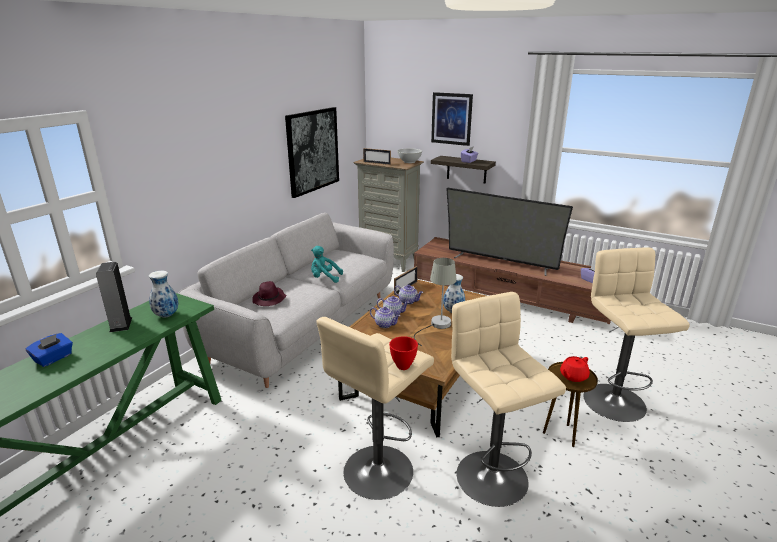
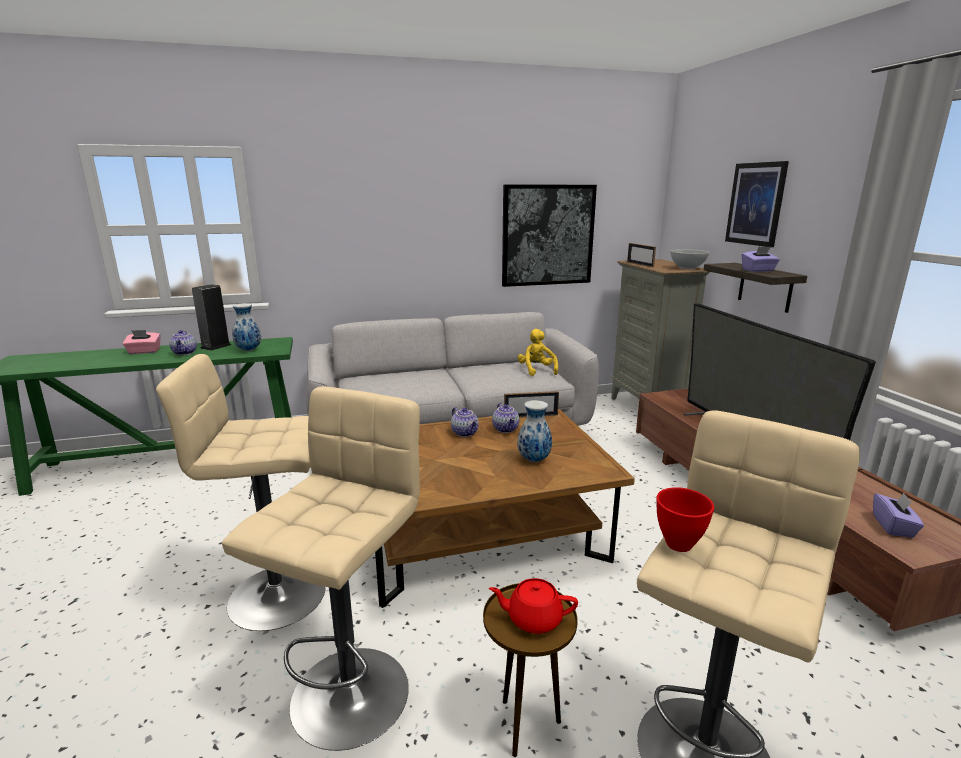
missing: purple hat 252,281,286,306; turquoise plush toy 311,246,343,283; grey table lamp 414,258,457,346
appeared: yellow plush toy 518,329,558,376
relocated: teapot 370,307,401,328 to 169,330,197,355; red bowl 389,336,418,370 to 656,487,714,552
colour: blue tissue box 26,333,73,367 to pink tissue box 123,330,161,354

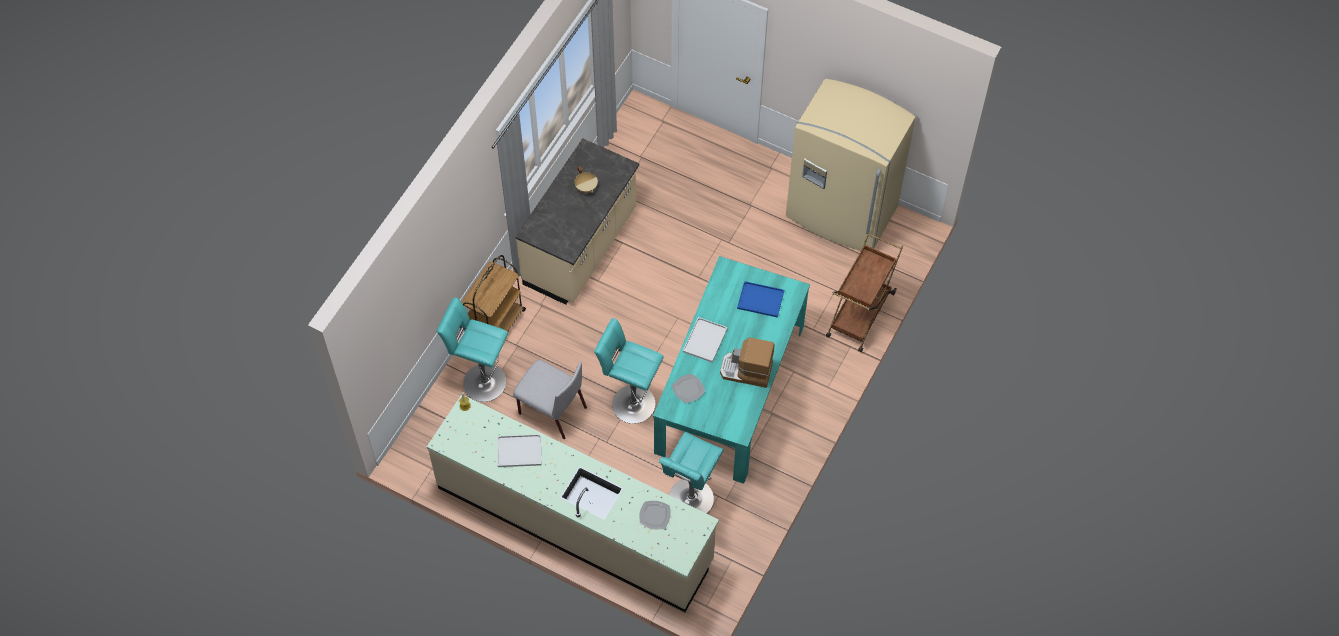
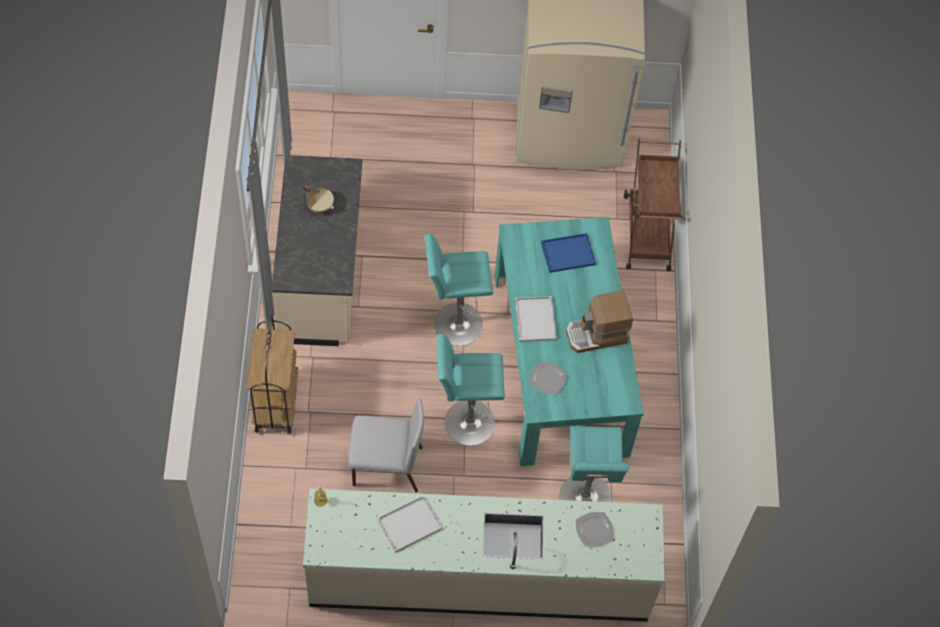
relocated: turquoise stool 436,297,508,402 to 425,234,493,346

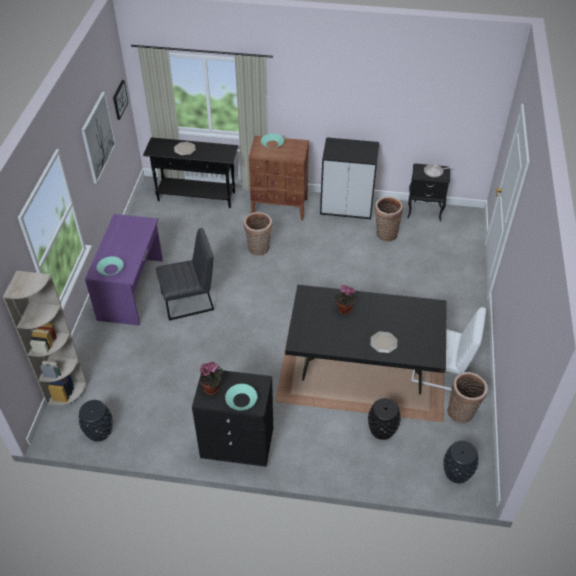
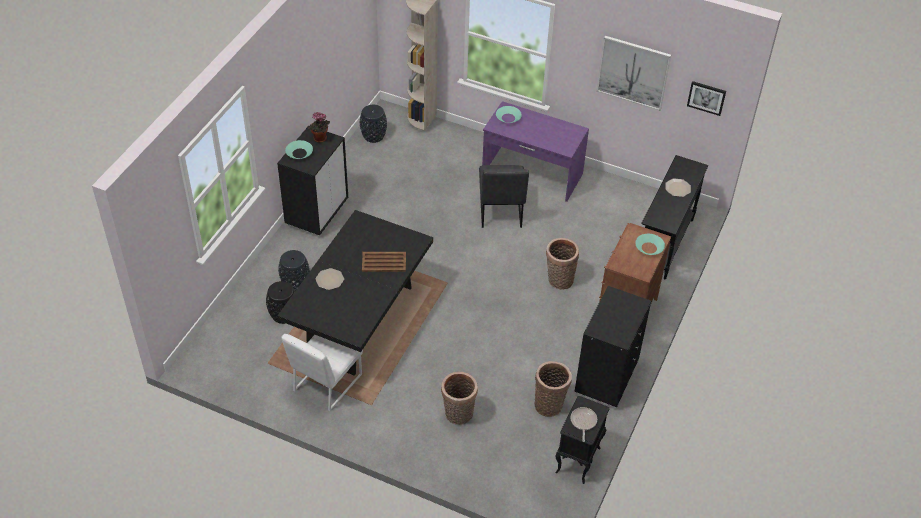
relocated: black stool 443,441,478,483 to 278,250,310,291; basket 447,372,488,423 to 441,372,478,425
exchanged: potted plant 334,285,358,314 to brown tray 362,252,406,272

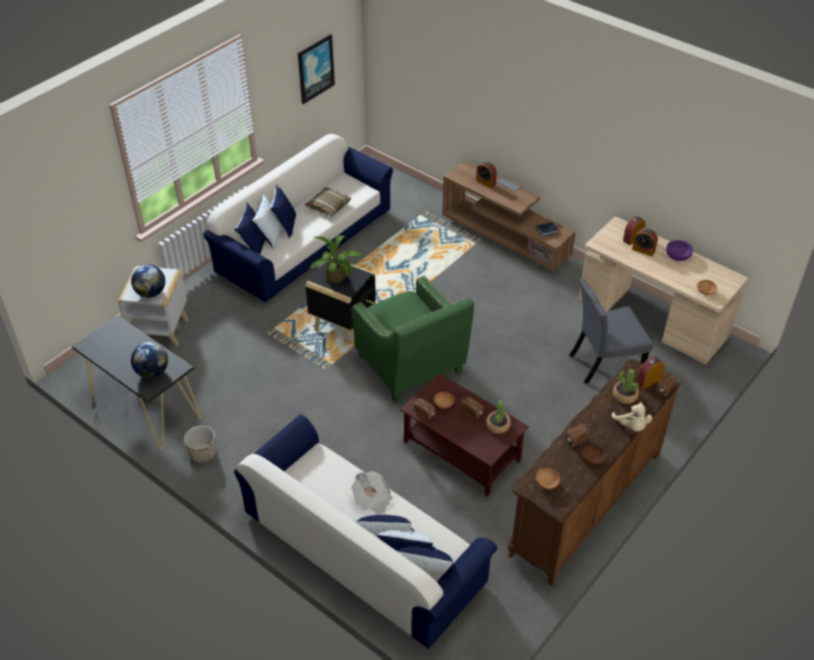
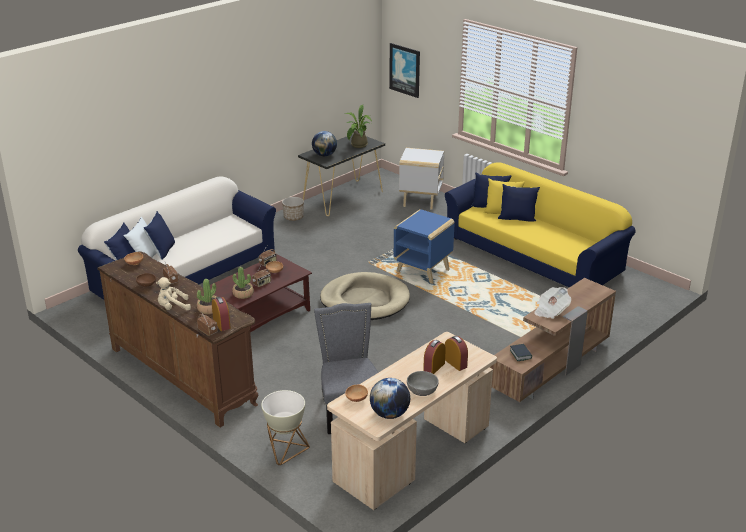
missing: pillow 305,187,352,217; alarm clock 476,161,497,188
appeared: planter 261,390,310,465
relocated: potted plant 309,235,363,283 to 344,105,372,148; globe 131,264,165,298 to 370,378,410,419; picture 298,34,335,104 to 389,43,420,98; newspaper 351,471,393,515 to 534,287,571,319
exchanged: green armchair 352,276,474,403 to beige dog bed 320,272,410,320
colour: black side table 306,257,376,344 to blue side table 394,209,455,284; purple bowl 666,240,693,261 to grey bowl 407,371,439,396; white sofa 203,134,393,303 to yellow sofa 445,162,636,287

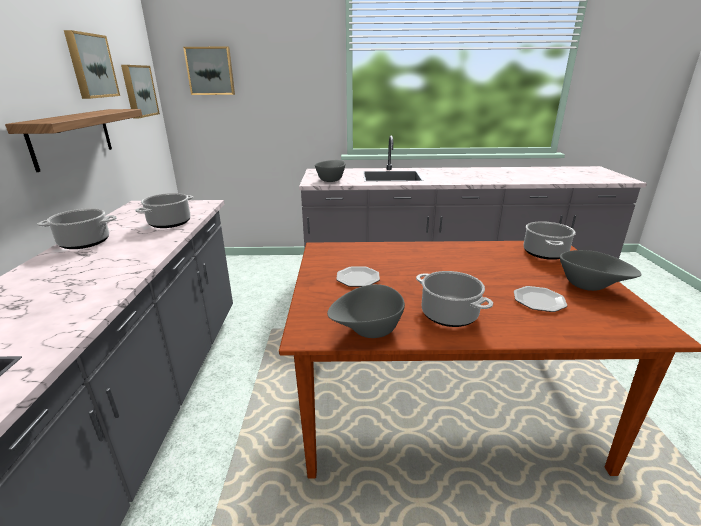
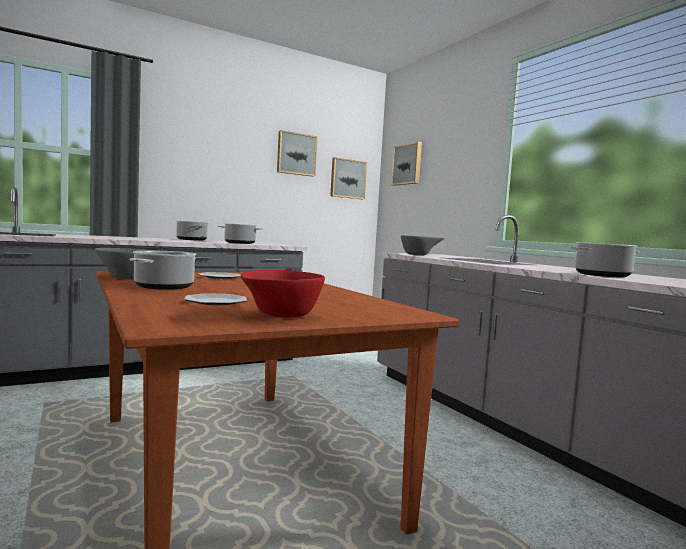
missing: shelf 5,109,142,172
relocated: cooking pot 524,221,576,260 to 571,242,640,277
colour: grey bowl 560,250,642,291 to red bowl 241,270,325,318

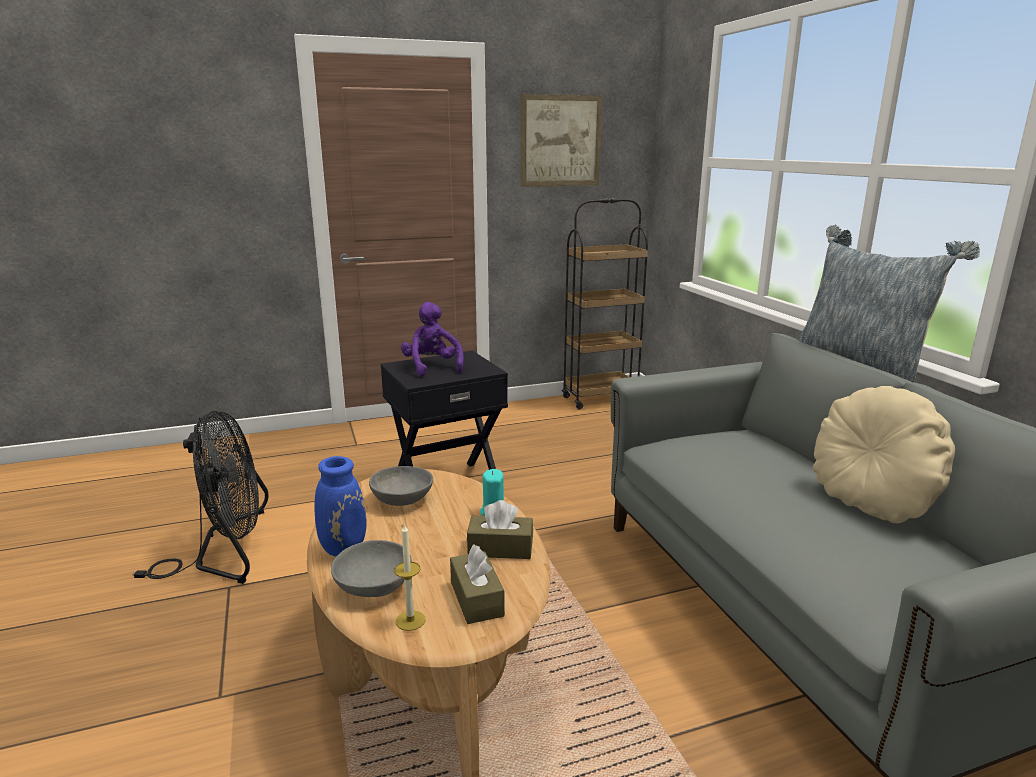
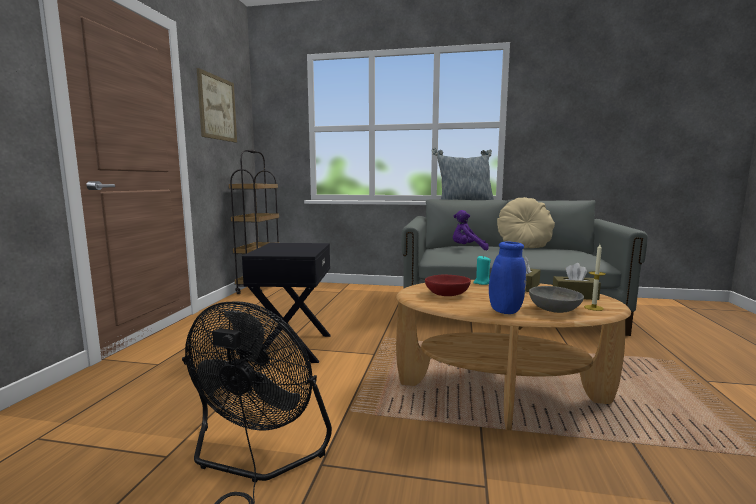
relocated: purple plush toy 401,302,464,376 to 453,210,489,250
colour: grey bowl 369,466,433,506 to red bowl 425,275,471,296

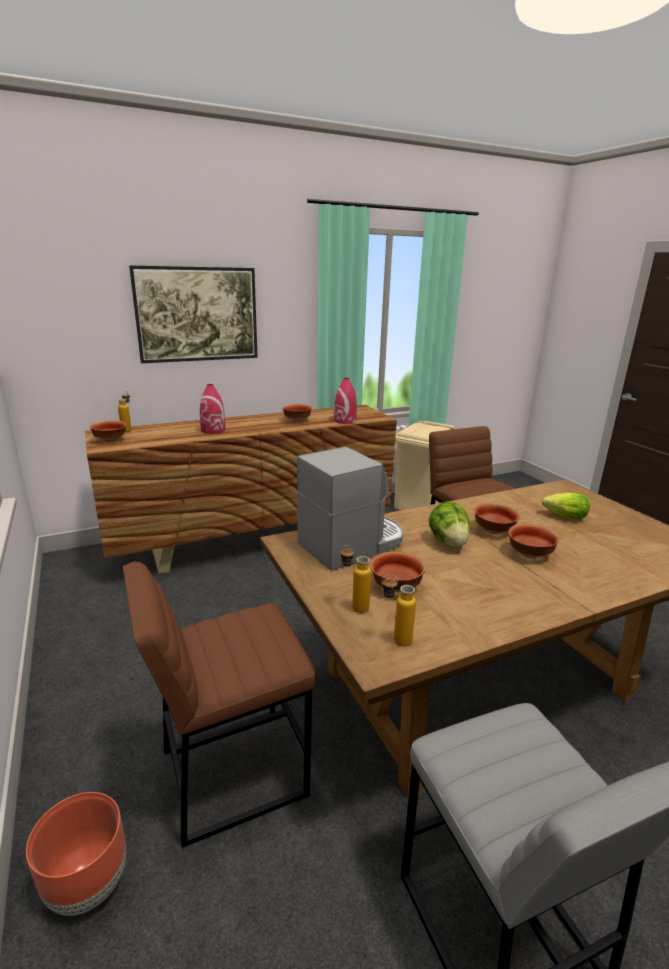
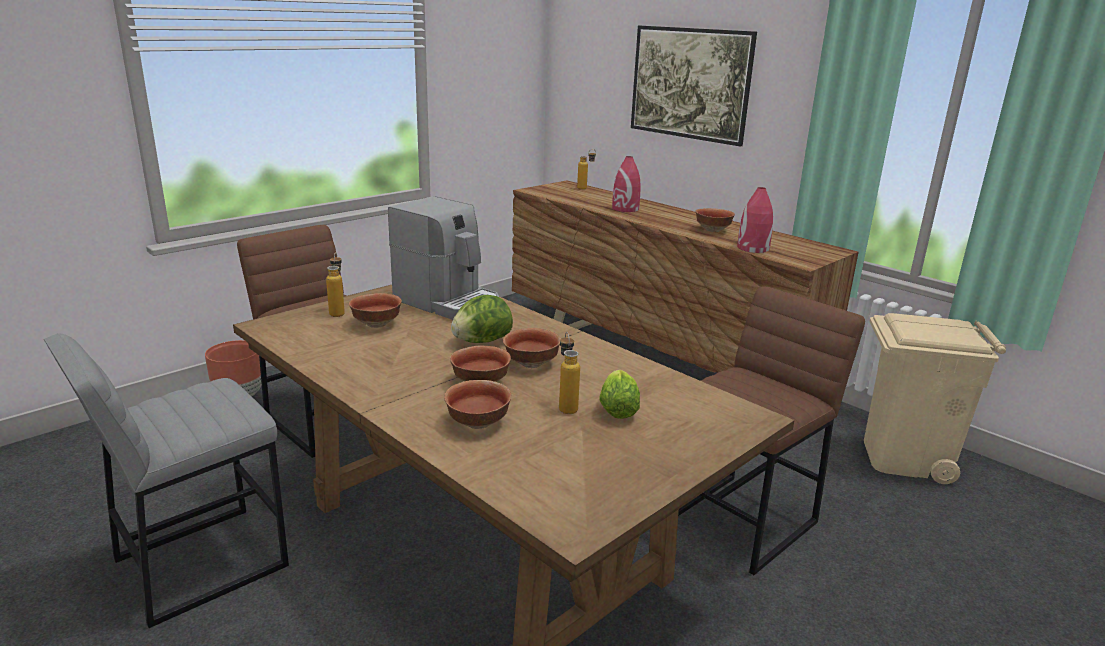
relocated: bowl 89,420,126,442 to 444,380,512,429; bottle 381,575,416,646 to 559,332,580,414

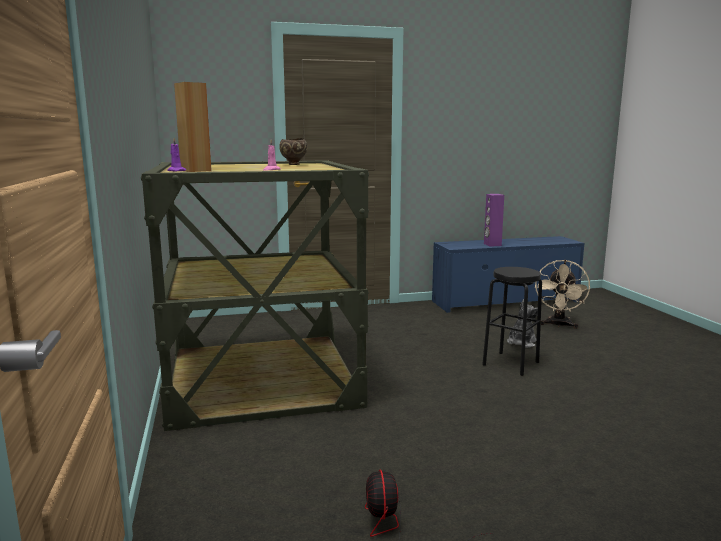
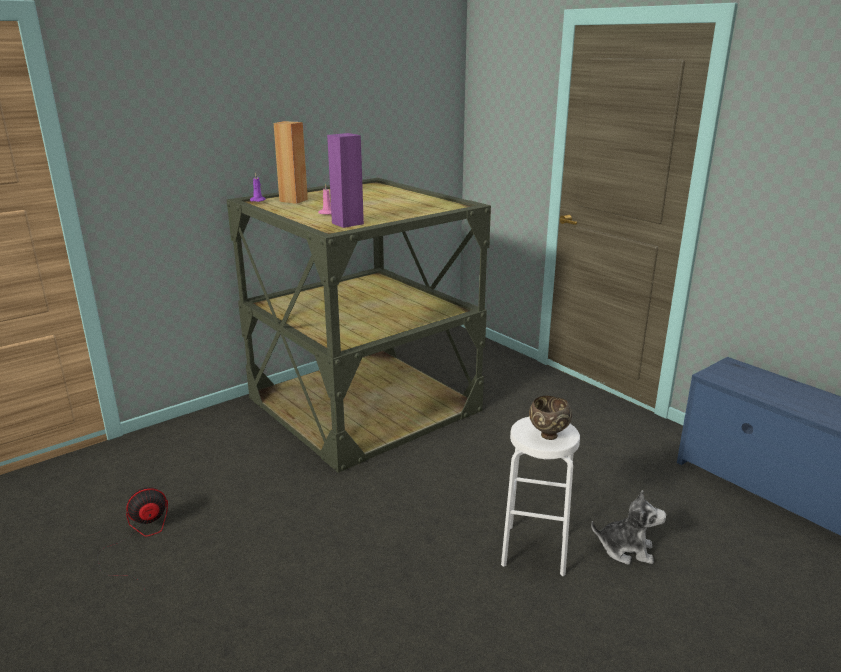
missing: beige fan 535,260,590,329
relocated: purple speaker 484,194,504,247 to 327,133,364,228; brown bowl 279,138,307,165 to 529,396,572,440
colour: black stool 482,267,542,376 to white stool 501,417,580,576

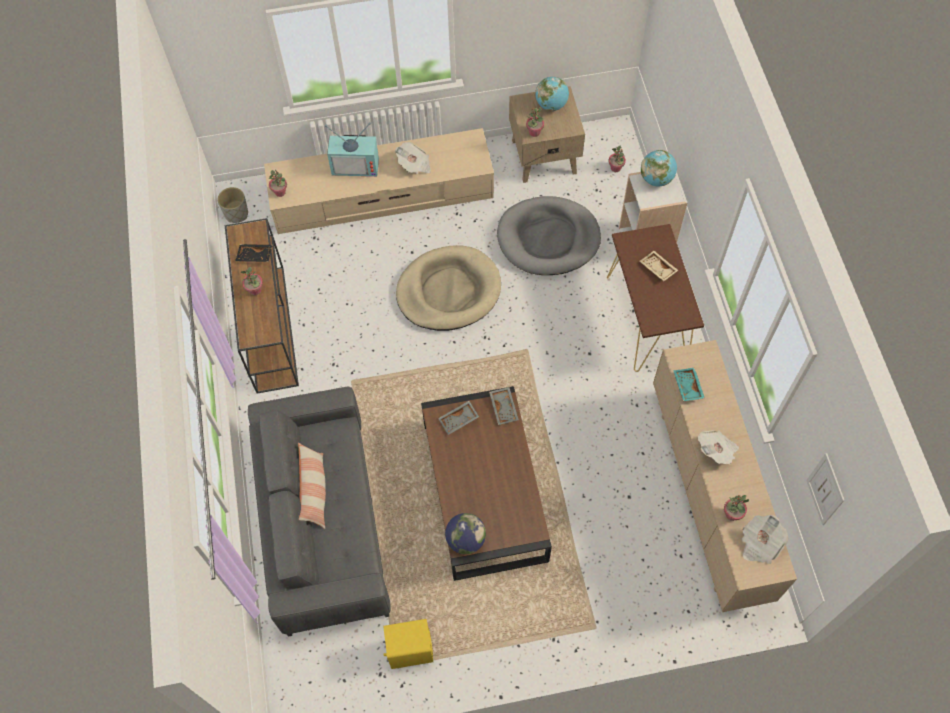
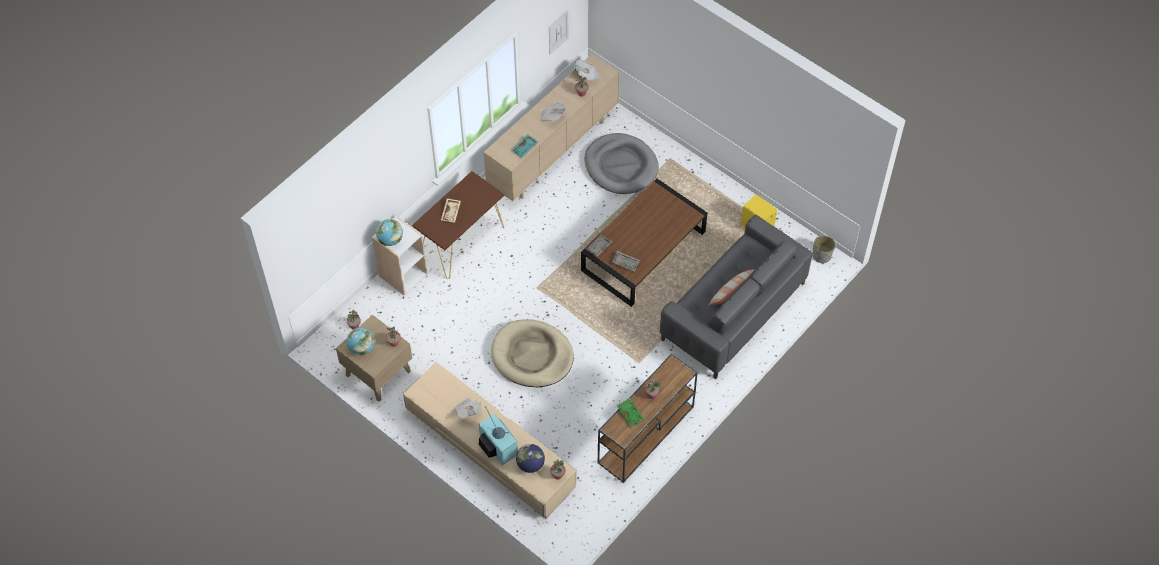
relocated: globe 445,513,486,554 to 516,444,545,473; grey dog bed 497,196,601,275 to 584,133,659,194; grey planter 218,187,248,223 to 813,235,835,264
colour: black tray 235,244,273,262 to green tray 616,398,644,427

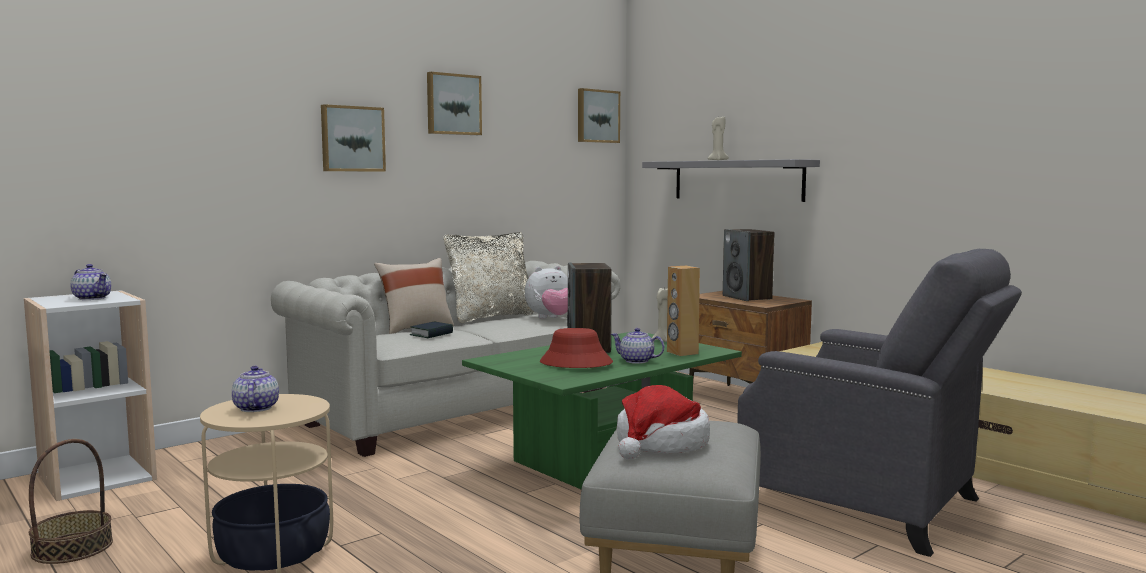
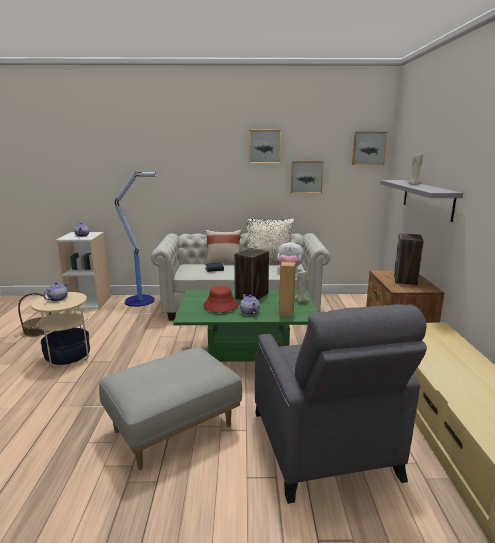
missing: hat 617,385,710,459
appeared: floor lamp 115,171,156,307
relocated: picture 321,104,386,171 to 291,161,324,193

